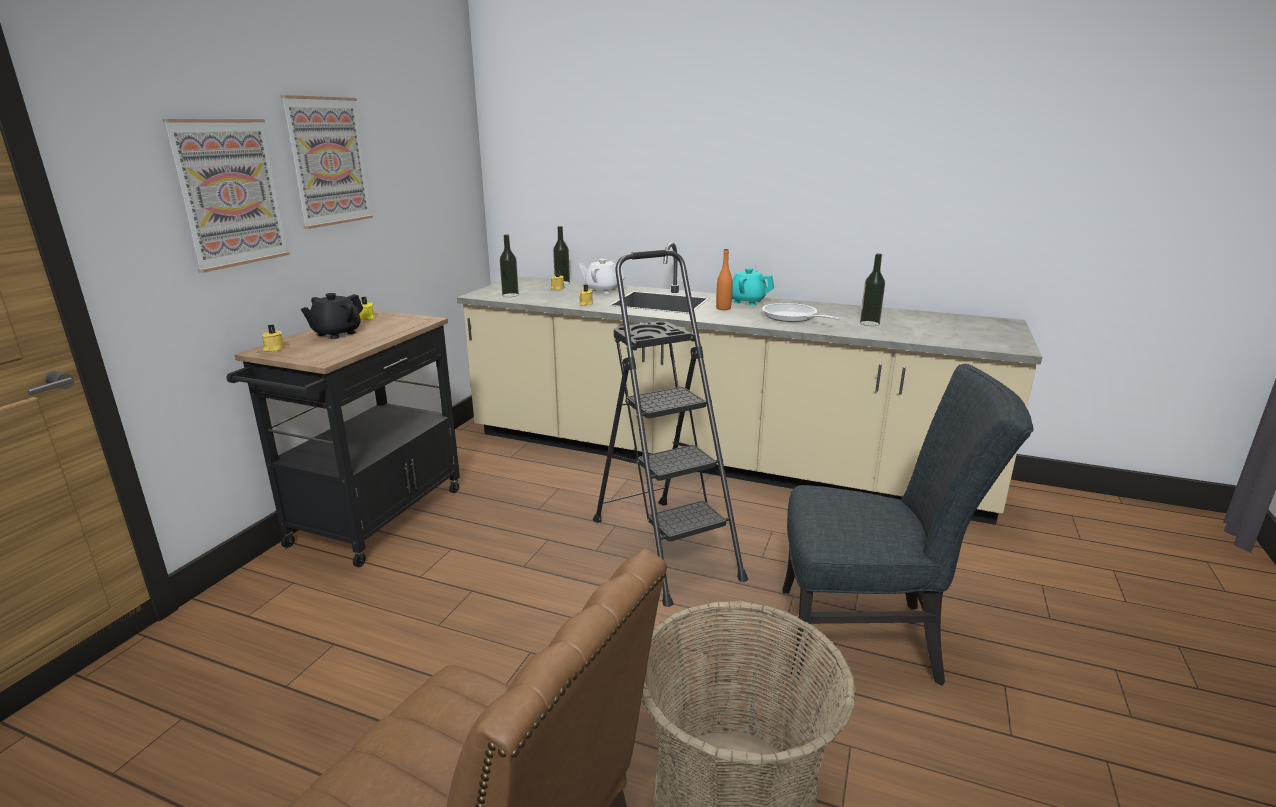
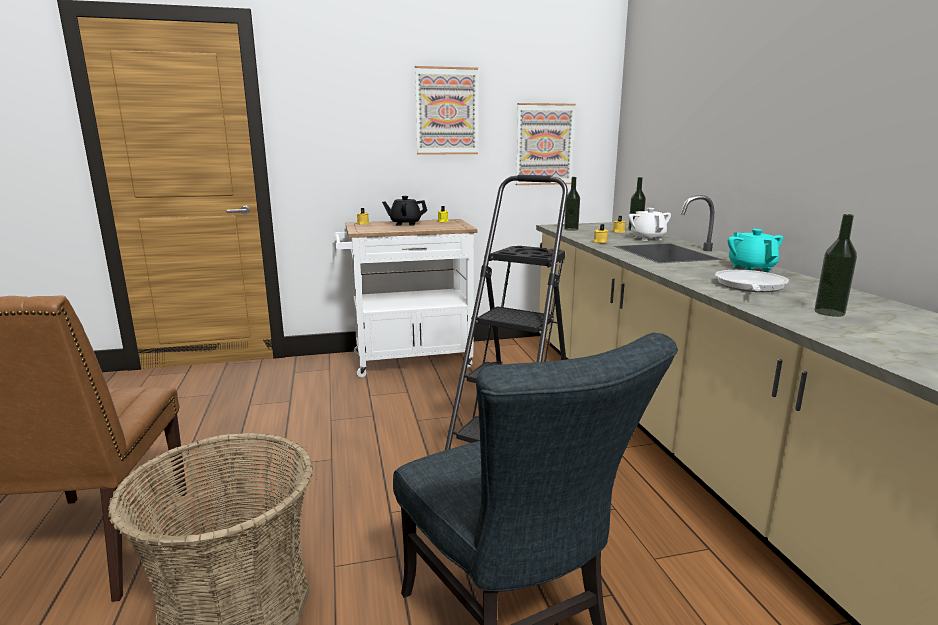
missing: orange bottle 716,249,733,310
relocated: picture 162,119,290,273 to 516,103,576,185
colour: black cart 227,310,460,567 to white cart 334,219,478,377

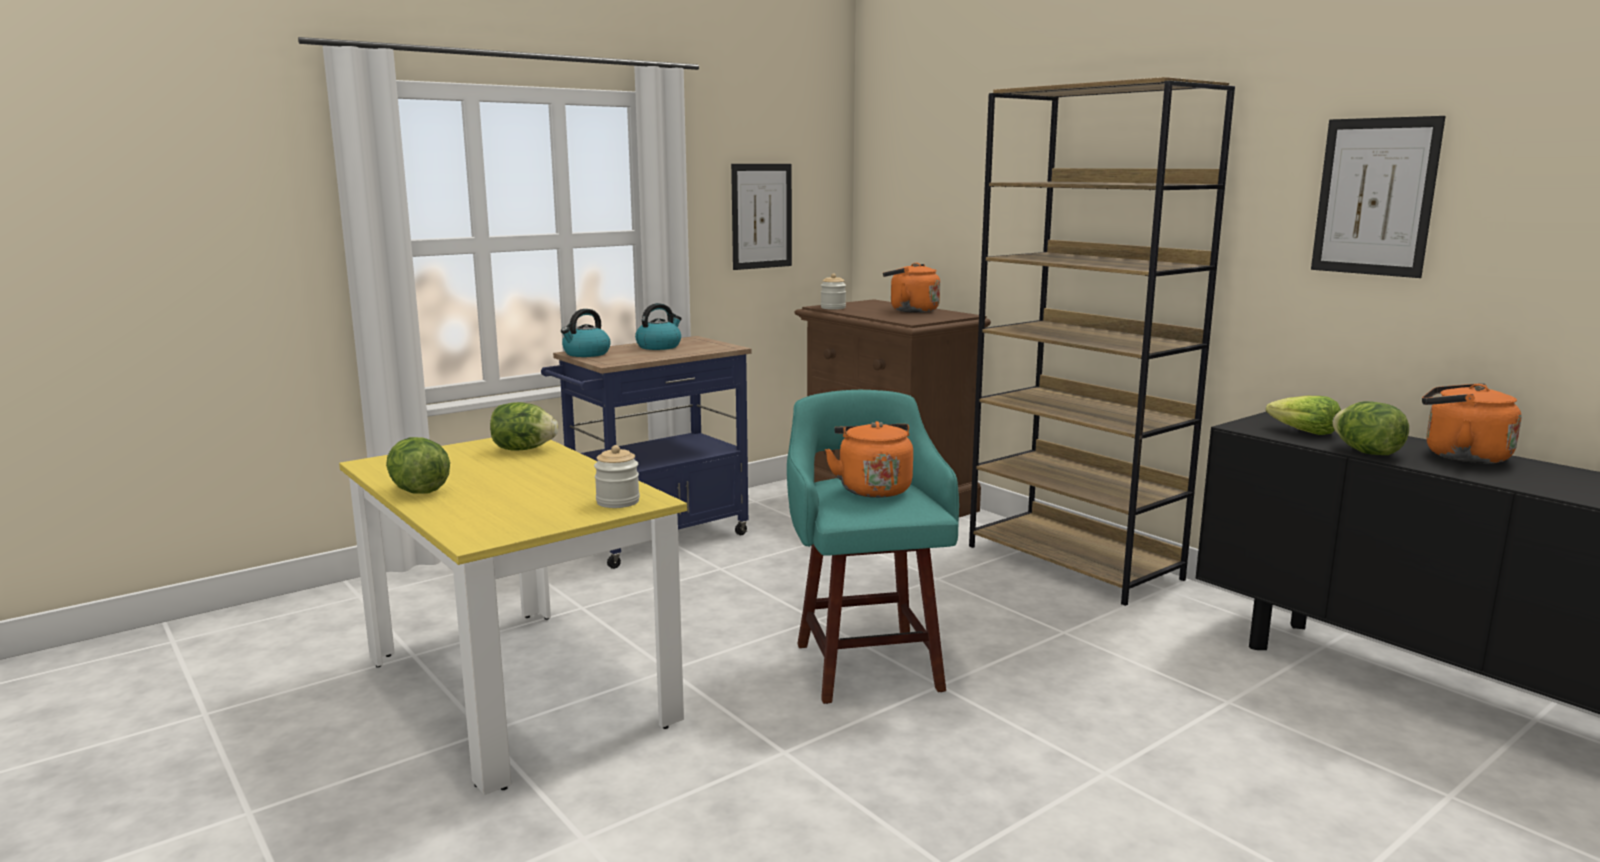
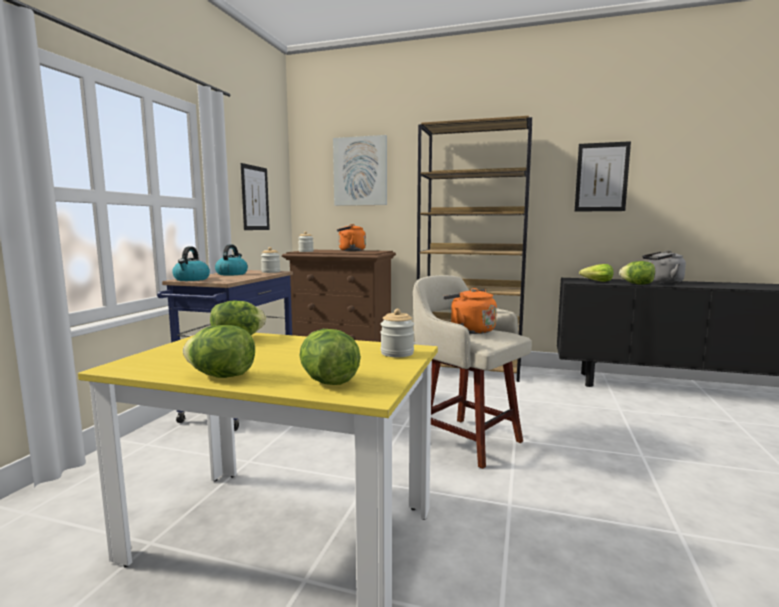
appeared: jar 261,247,280,273; lettuce 300,329,361,385; picture 333,135,387,206
colour: turquoise stool 787,390,959,704 to beige stool 413,275,532,469; orange kettle 1422,383,1522,464 to grey kettle 643,250,686,283

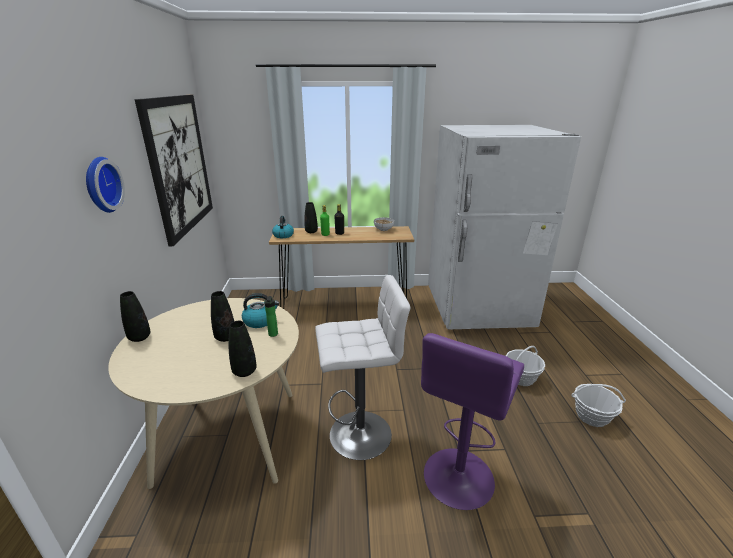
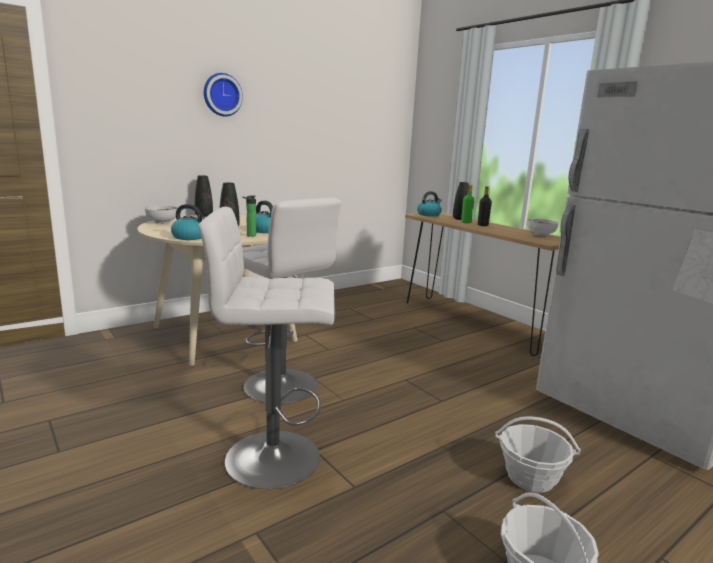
missing: picture 135,95,213,246
appeared: bowl 145,206,178,224
exchanged: black vase 229,321,257,377 to kettle 171,204,206,240
colour: purple stool 421,333,524,510 to white stool 198,207,335,489

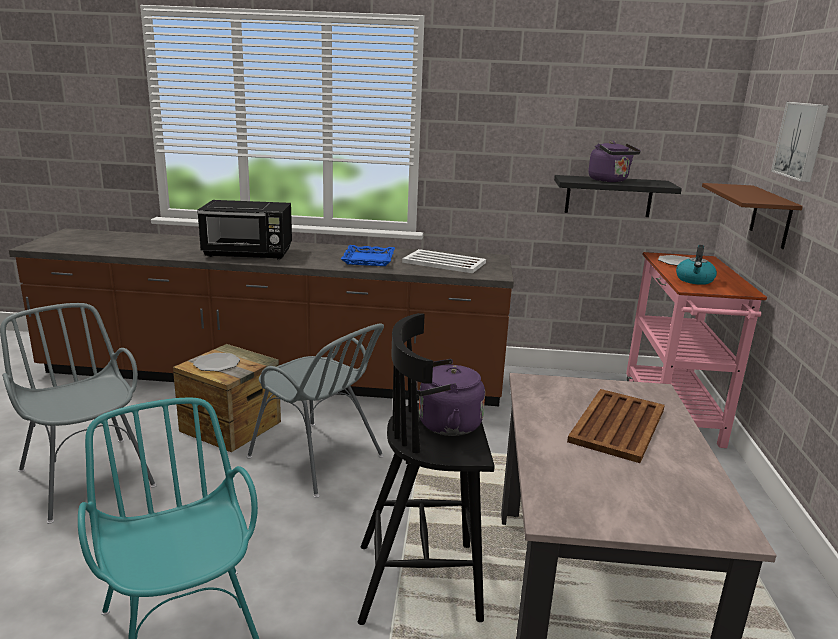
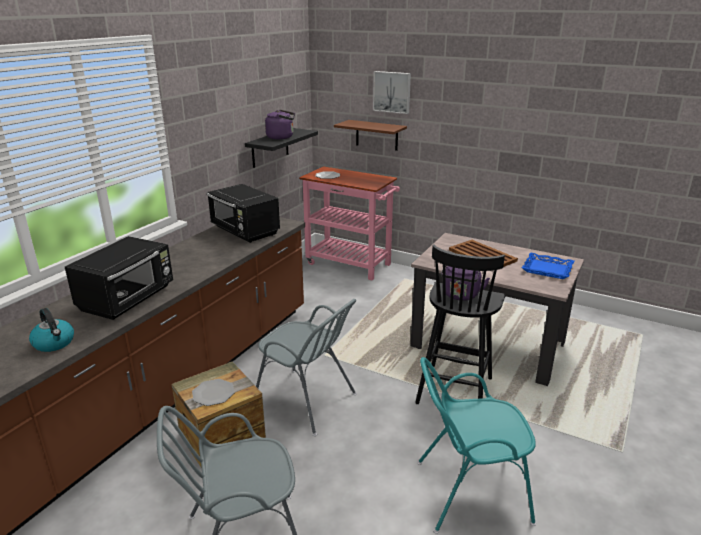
relocated: kettle 676,245,717,285 to 29,308,74,352; blue tray 341,245,395,266 to 522,253,574,279
exchanged: white tray 402,249,486,273 to black microwave 206,184,280,243
spun: grey chair 247,323,384,498 = 256,299,357,436 60 degrees clockwise

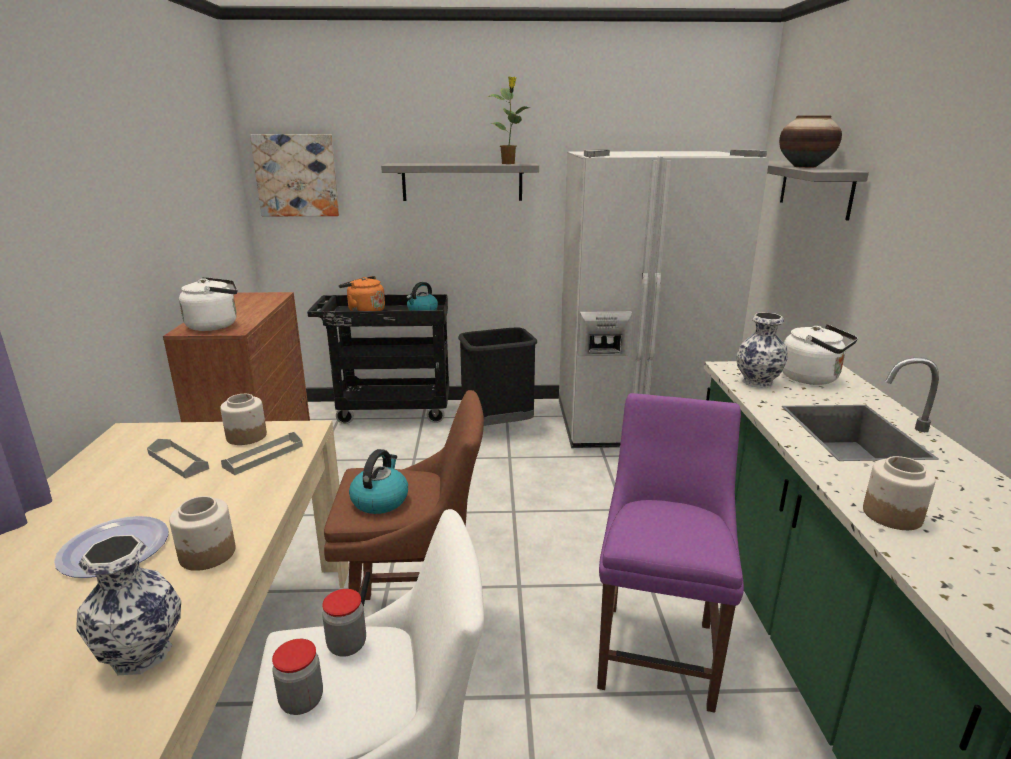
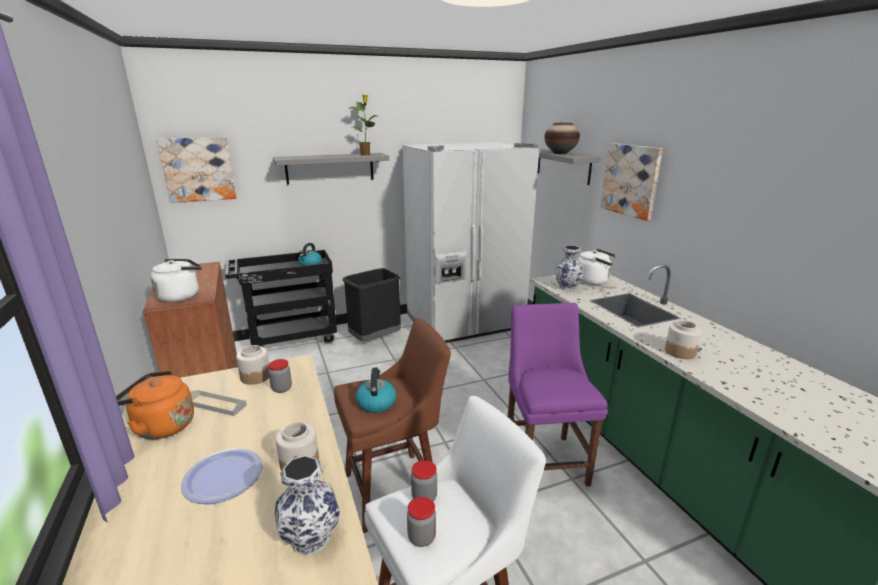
appeared: picture 601,143,663,221
relocated: orange kettle 339,276,385,311 to 116,370,194,439
exchanged: grey tray 221,432,303,475 to jar 268,359,292,393

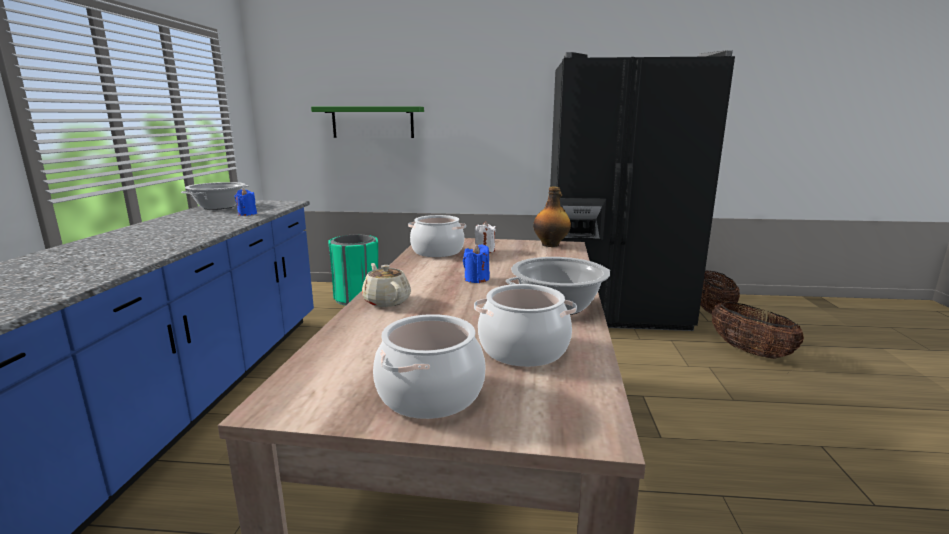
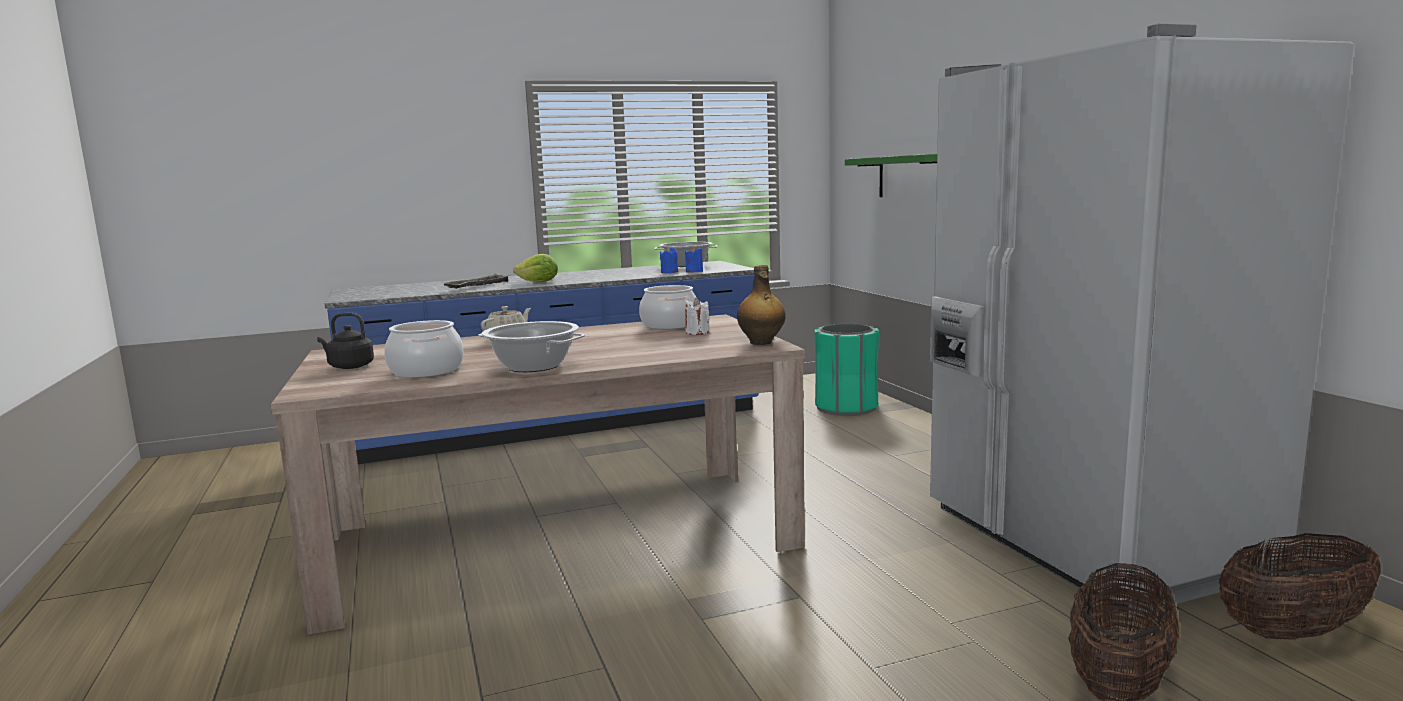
appeared: tray 443,274,510,289; lettuce 513,254,558,282
relocated: blue candle 463,244,490,283 to 685,246,703,272
exchanged: cooking pot 373,314,486,419 to black kettle 317,313,374,369
colour: black fridge 550,50,735,331 to white fridge 930,24,1354,617

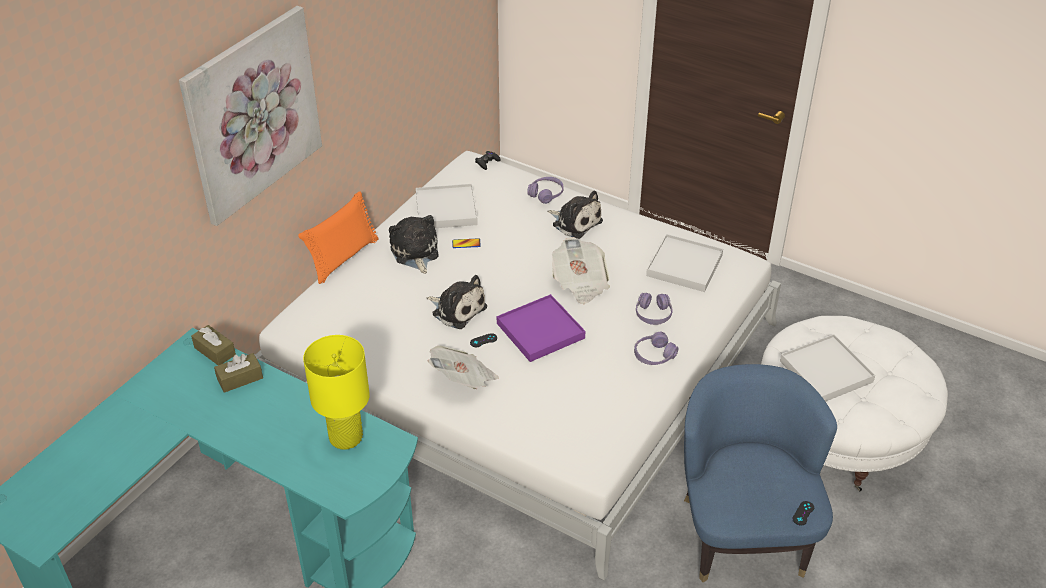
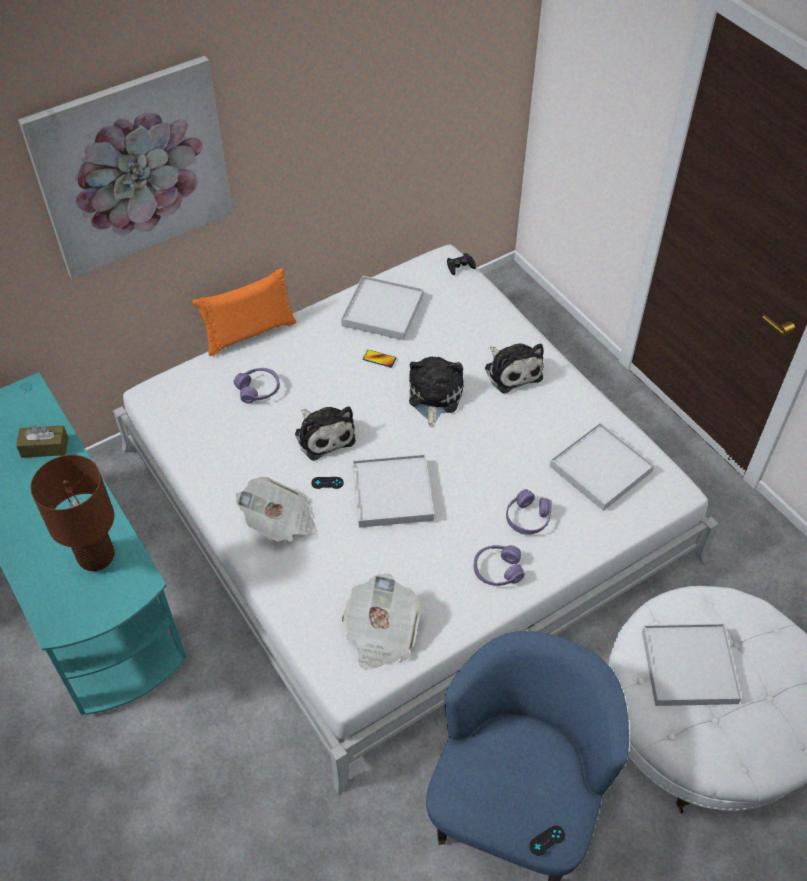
missing: brown tissue box 191,325,236,365
relocated: purple headphones 527,177,564,204 to 234,368,280,403; newspaper 552,237,610,304 to 342,574,422,670; plush toy 389,215,439,274 to 409,356,464,428
colour: yellow table lamp 303,335,370,450 to brown table lamp 31,455,115,571; purple tray 497,294,585,362 to white tray 352,454,434,528

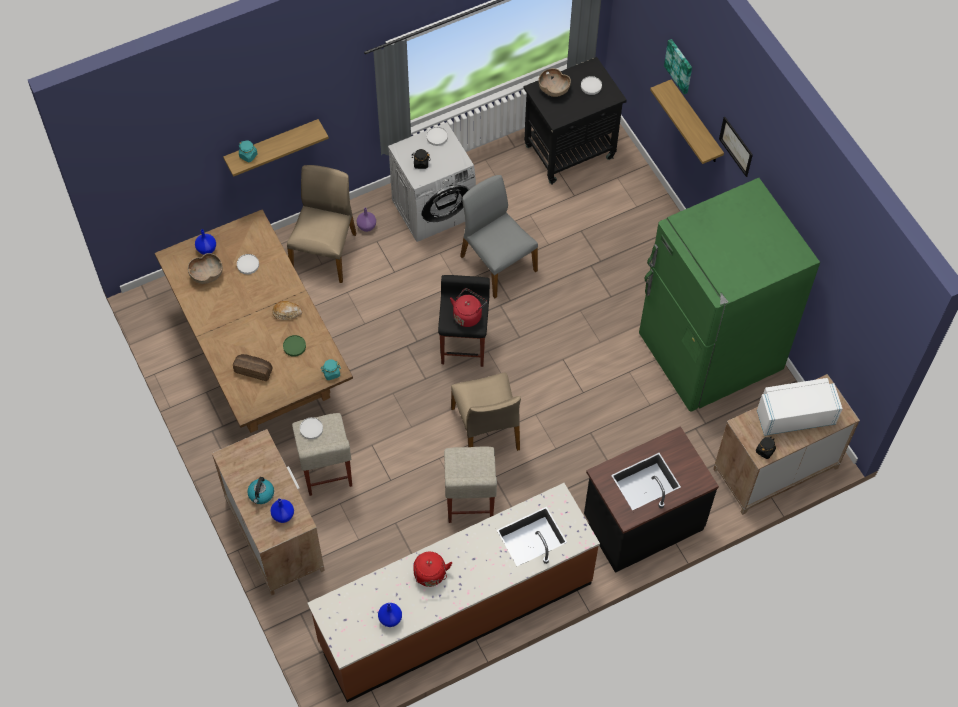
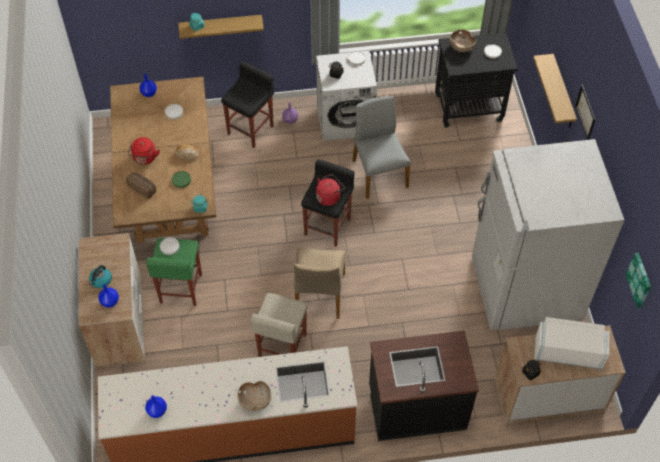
relocated: red kettle 413,552,452,587 to 128,137,160,165; brown bowl 188,253,223,284 to 237,381,271,411; picture 664,39,692,95 to 625,253,651,308
exchanged: beige chair 287,165,357,283 to black stool 221,62,274,148
colour: beige stool 292,413,352,496 to green stool 146,238,202,306; green fridge 639,178,820,412 to white fridge 472,139,624,330

